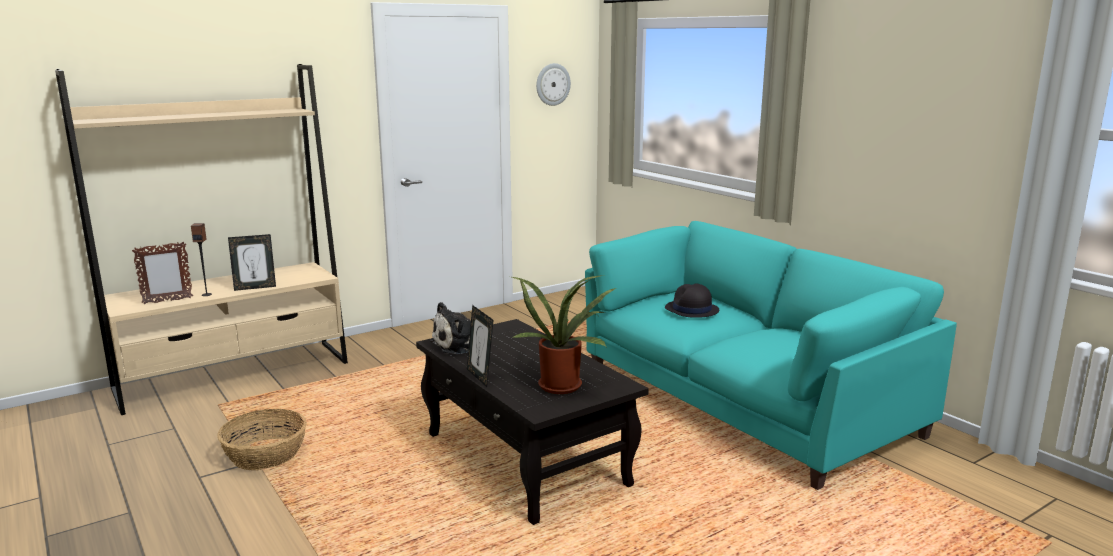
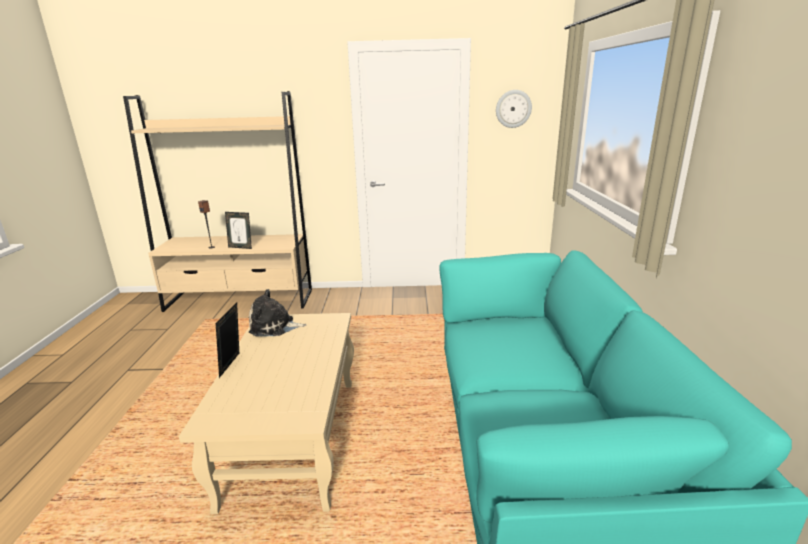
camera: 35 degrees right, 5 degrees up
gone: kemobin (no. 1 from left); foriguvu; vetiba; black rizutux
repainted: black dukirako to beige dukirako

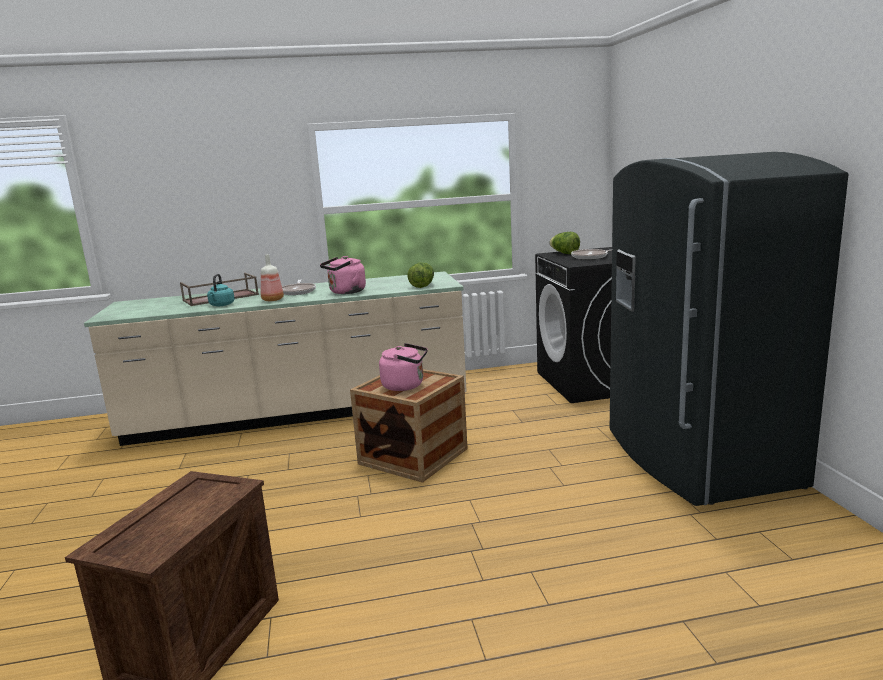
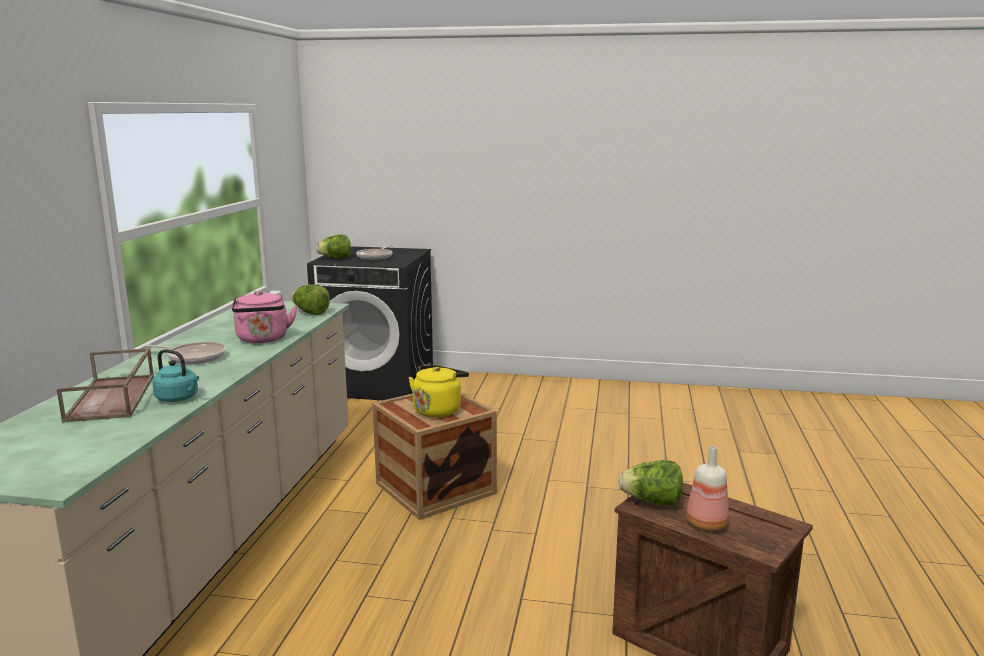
camera: 70 degrees left, 0 degrees up
gone: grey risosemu
new: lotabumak (no. 3 from left)
shifted: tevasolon
repainted: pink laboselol (no. 2 from left) to yellow laboselol

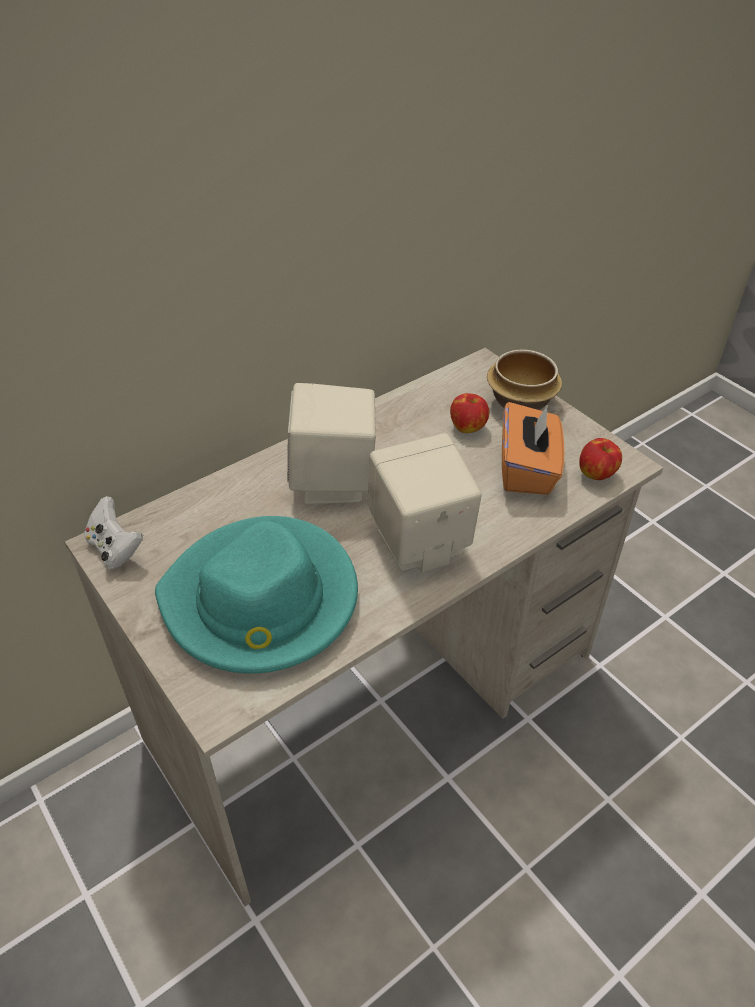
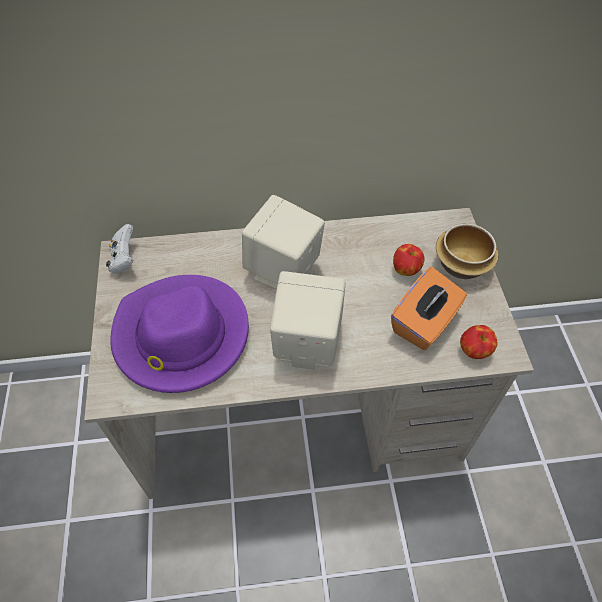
camera: 30 degrees right, 10 degrees up
repainted: turquoise rizutux to purple rizutux

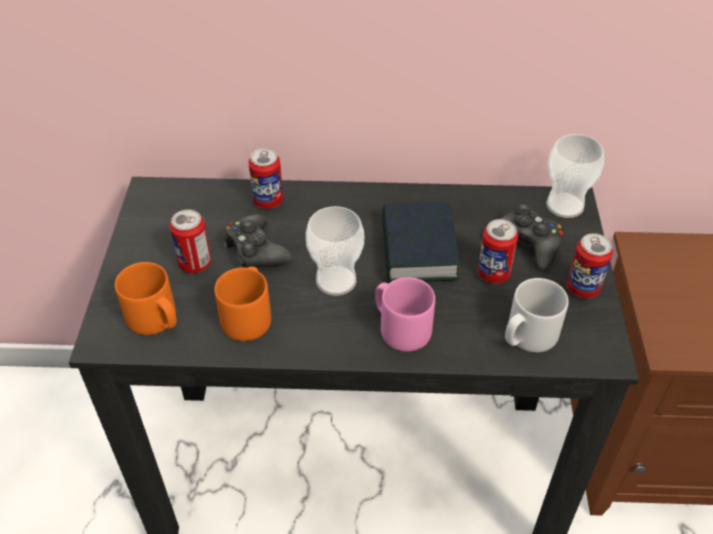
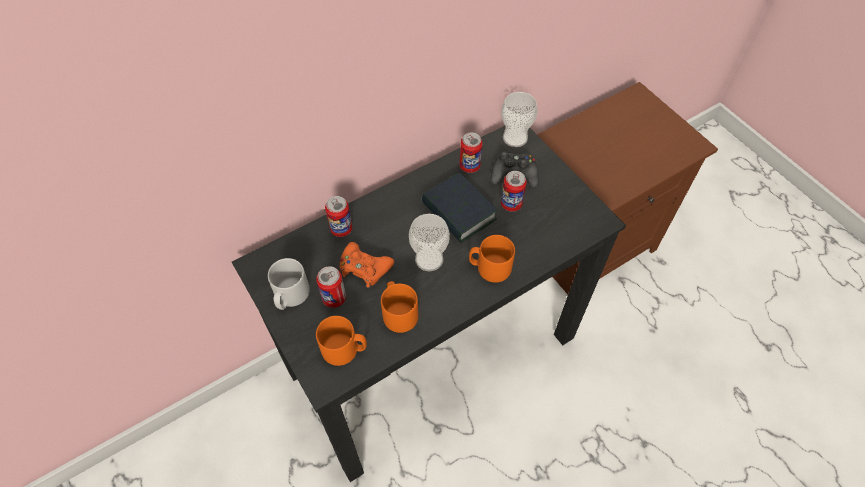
camera: 35 degrees left, 10 degrees up
shifted: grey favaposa; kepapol (no. 4 from left in the first image) to kepapol (no. 3 from left)
repainted: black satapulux (no. 1 from left) to orange satapulux; pink favaposa to orange favaposa (no. 3 from left)

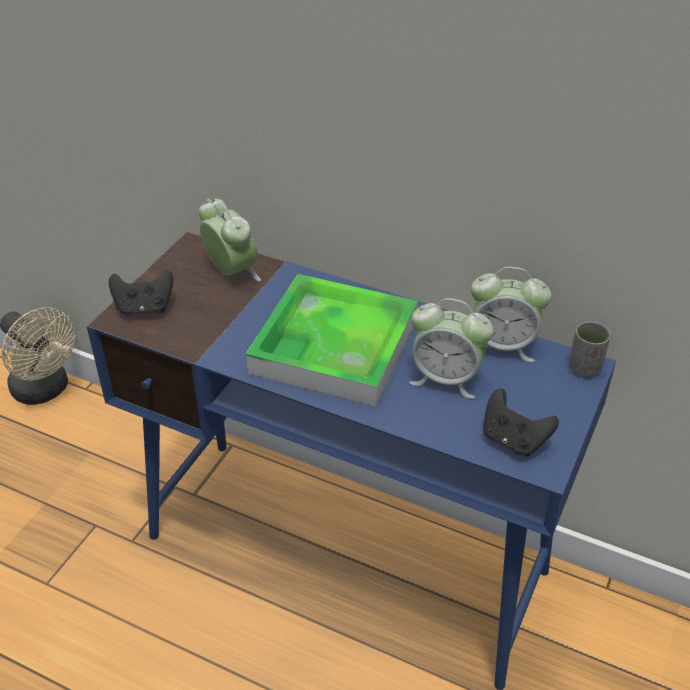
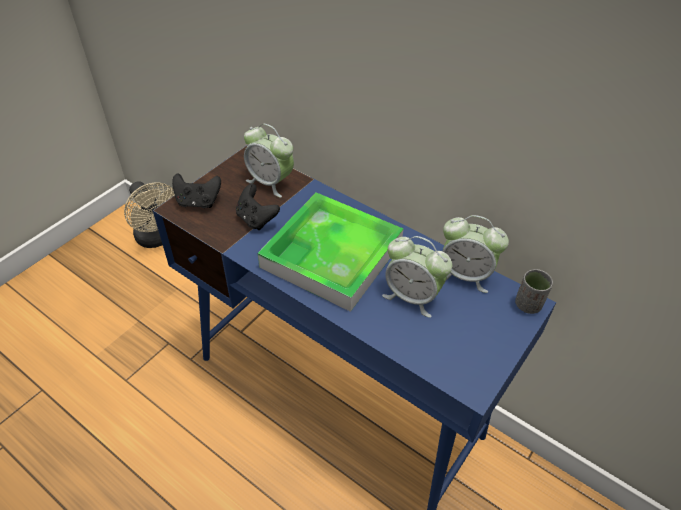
camera: 10 degrees right, 5 degrees up
shifted: black satapulux (no. 2 from left)
rotated: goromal (no. 1 from left) 150 degrees clockwise

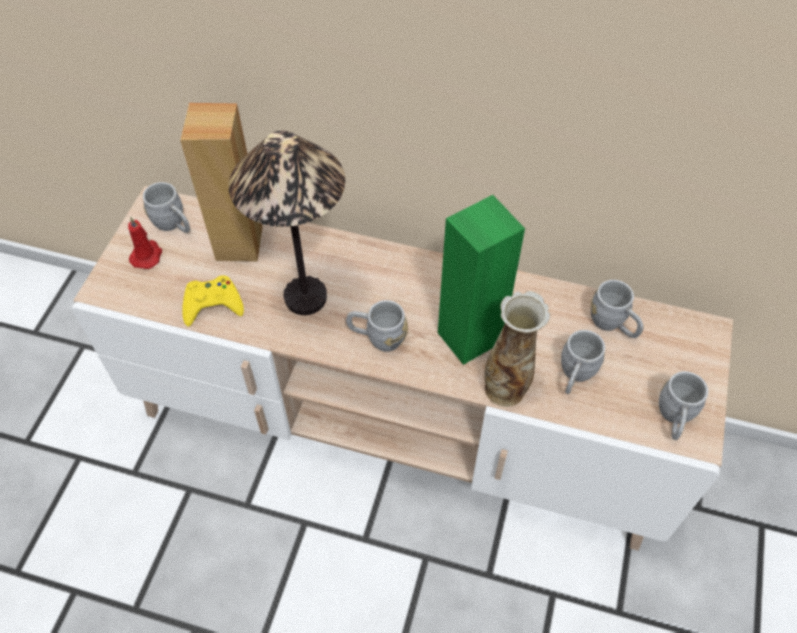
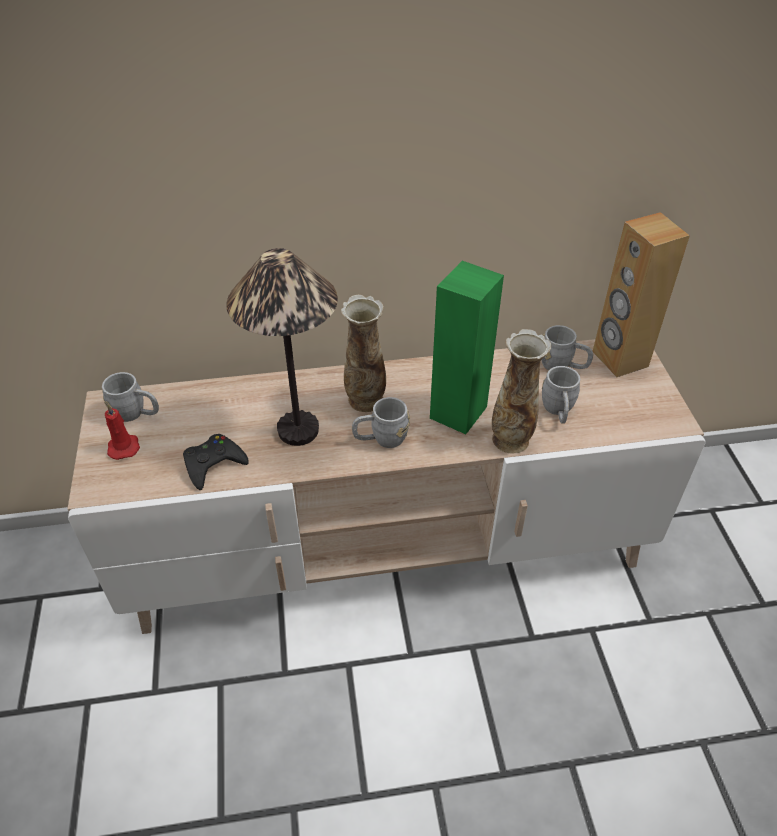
camera: 25 degrees left, 10 degrees down
gone: grey favaposa (no. 5 from left)
new: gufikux (no. 1 from left)
shifted: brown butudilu
repainted: yellow satapulux to black satapulux

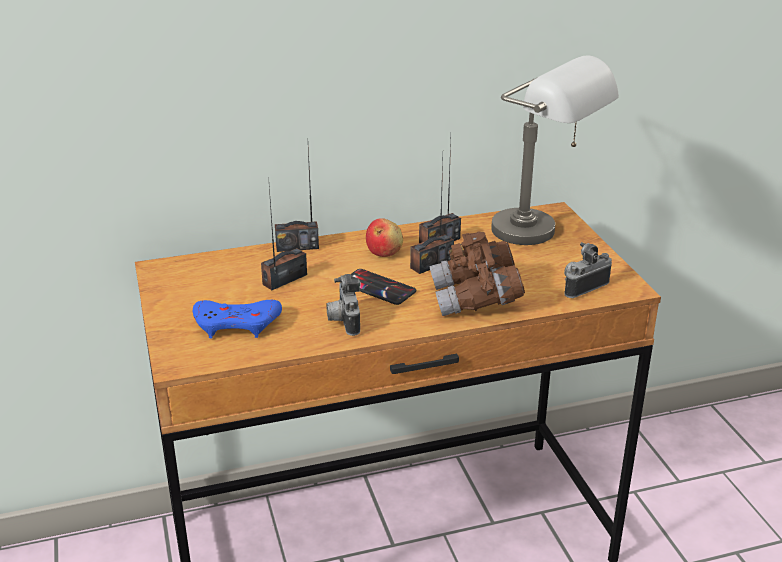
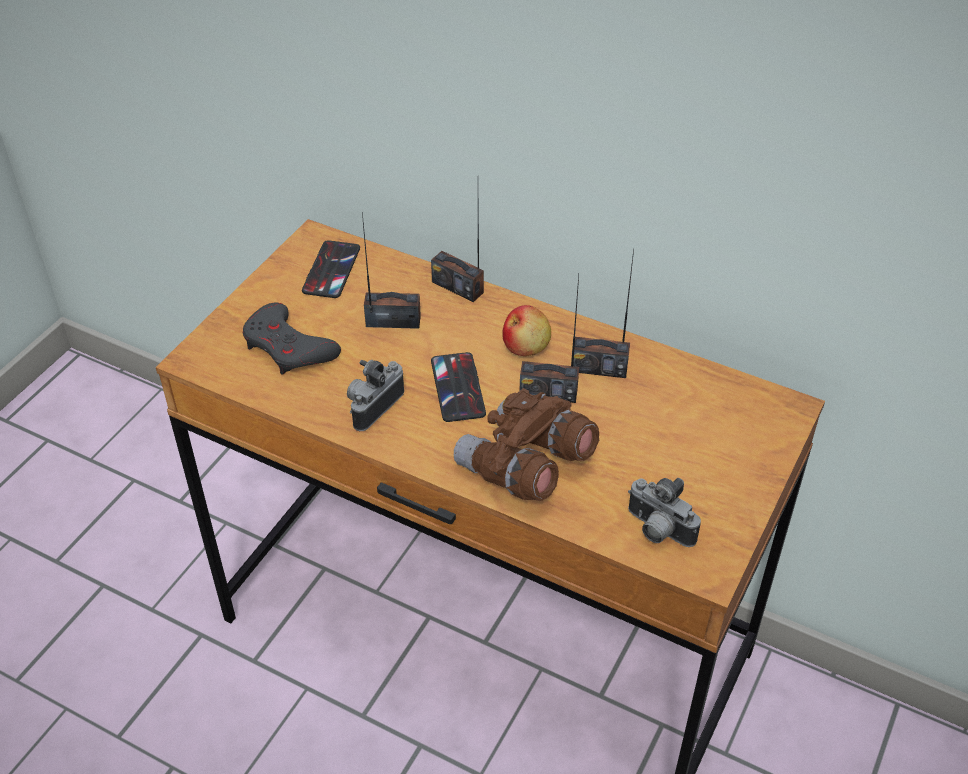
camera: 45 degrees right, 15 degrees up
gone: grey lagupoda
new: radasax (no. 1 from left)
repainted: blue satapulux to grey satapulux
rotated: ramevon (no. 2 from left) 150 degrees counterclockwise

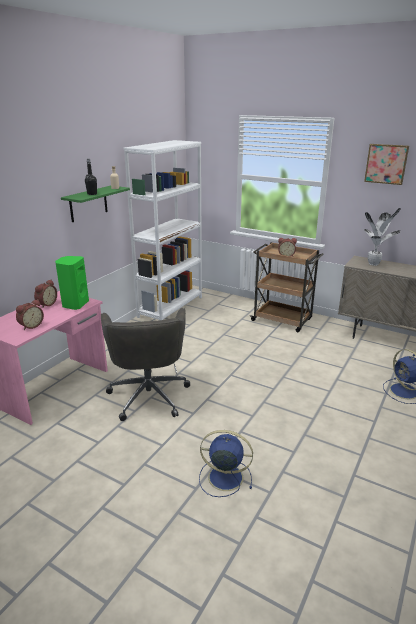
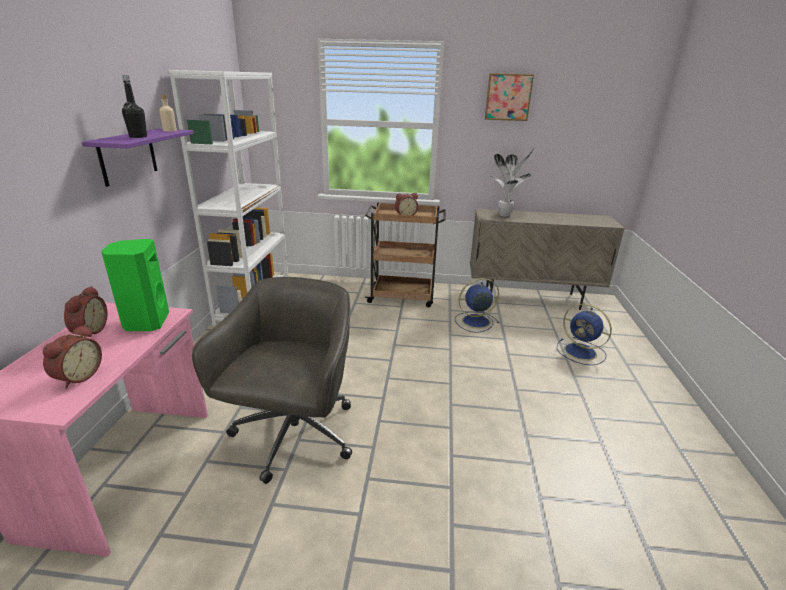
camera: 25 degrees left, 0 degrees up
shifted: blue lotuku (no. 1 from left)
repainted: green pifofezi to purple pifofezi
rotated: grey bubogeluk 135 degrees counterclockwise

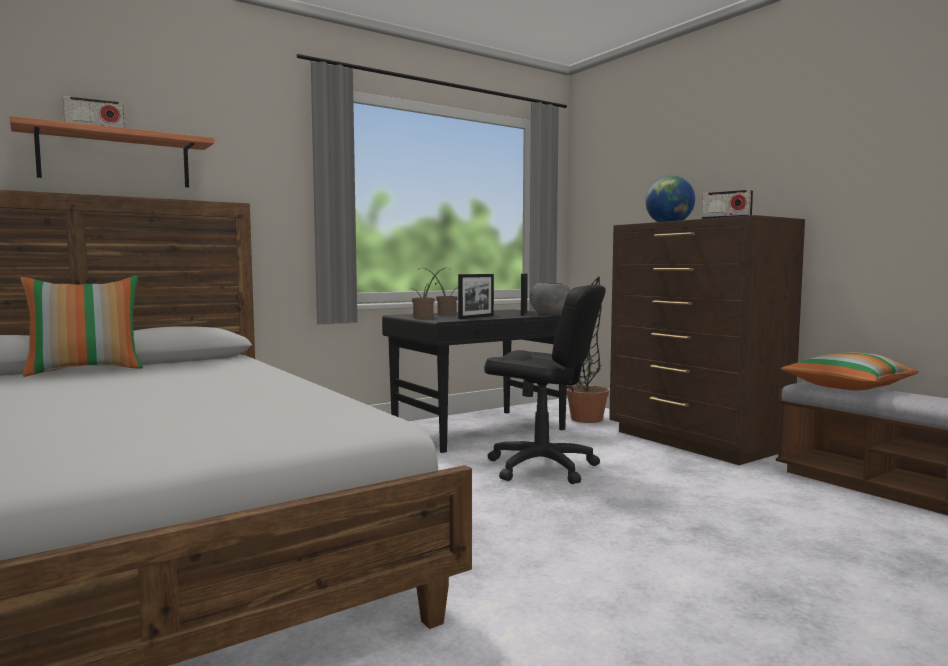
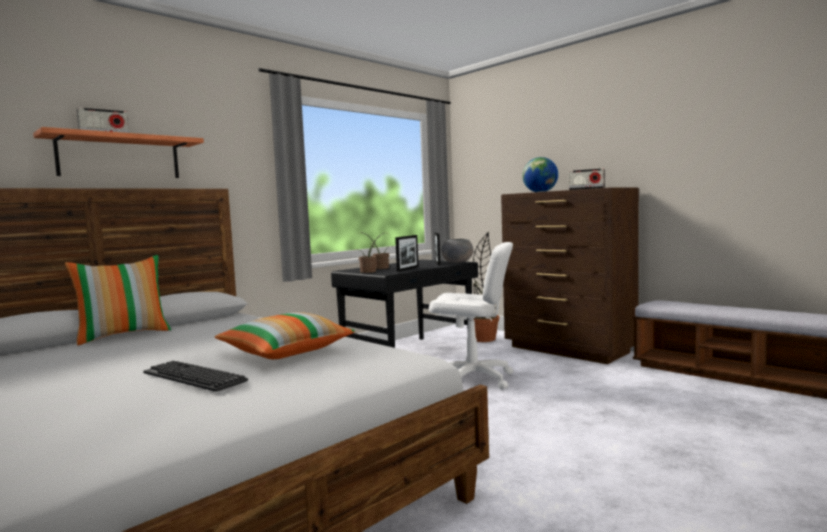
camera: 10 degrees left, 0 degrees up
new: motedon
shifted: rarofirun (no. 2 from left)
repainted: black bubogeluk to white bubogeluk

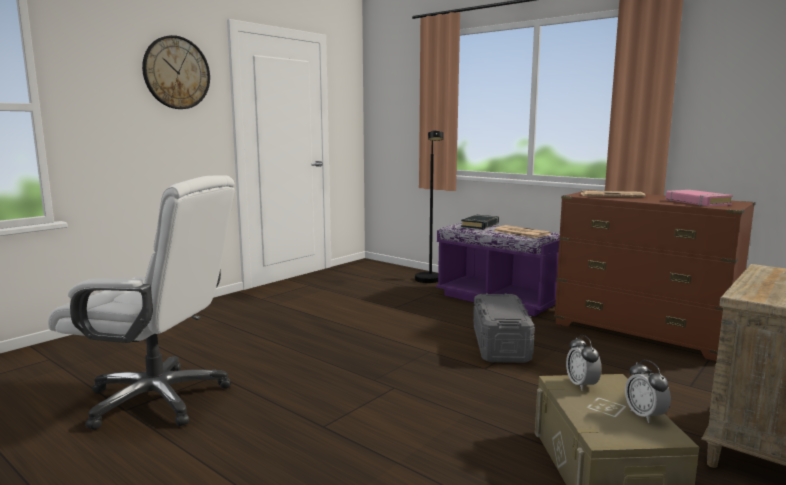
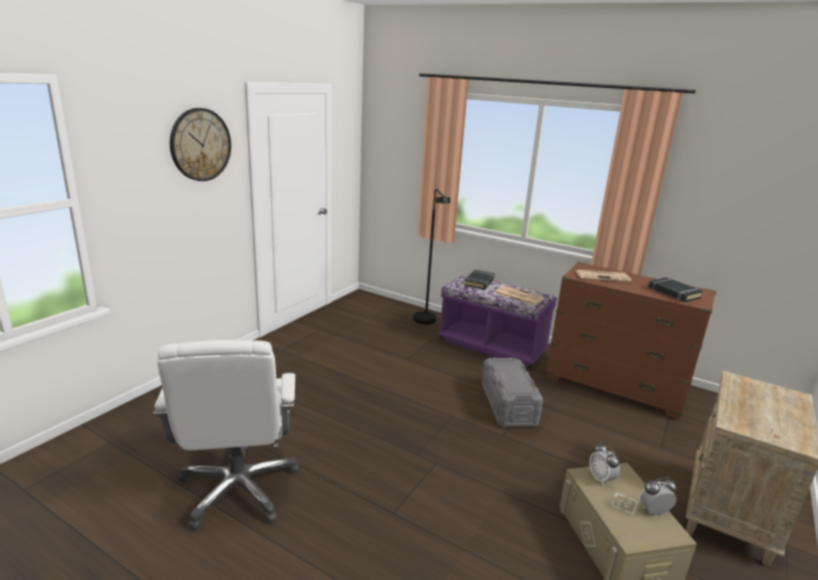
camera: 10 degrees left, 10 degrees up
repainted: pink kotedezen to black kotedezen (no. 2 from left)
rotated: white bubogeluk 75 degrees clockwise; goromal (no. 2 from left) 105 degrees clockwise

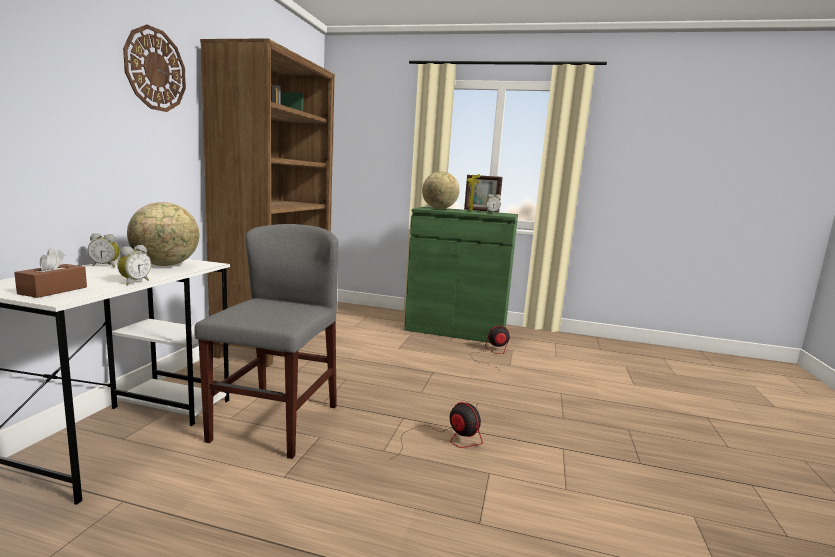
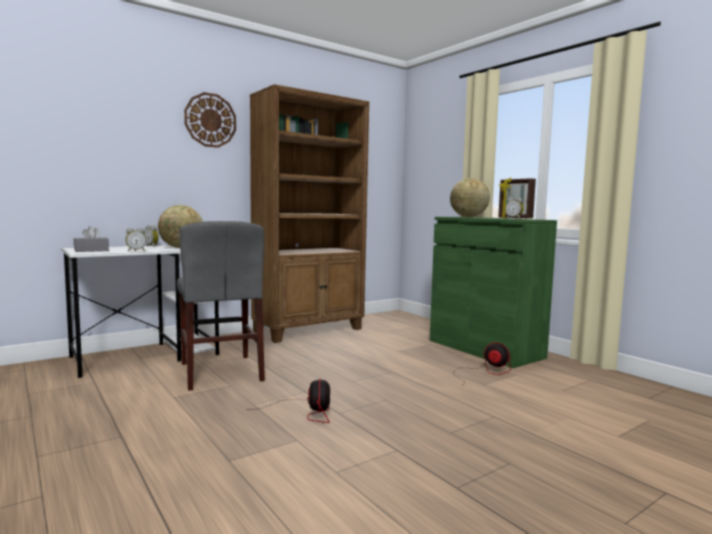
camera: 40 degrees right, 5 degrees down
repainted: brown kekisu to grey kekisu
rotated: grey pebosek 105 degrees clockwise

